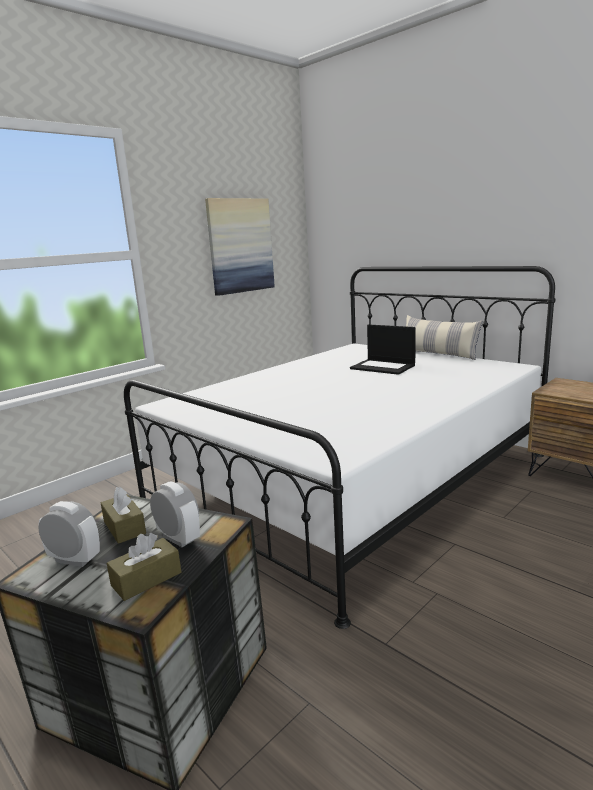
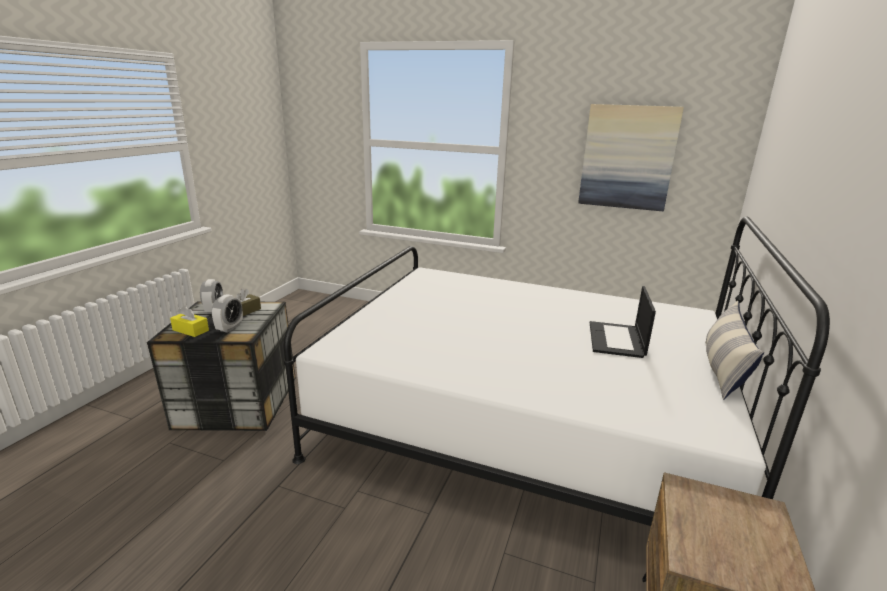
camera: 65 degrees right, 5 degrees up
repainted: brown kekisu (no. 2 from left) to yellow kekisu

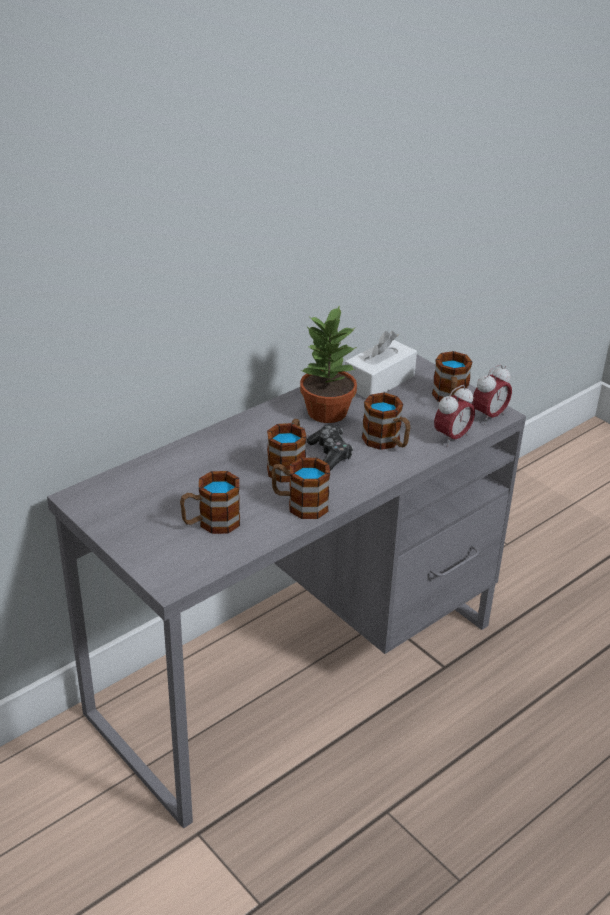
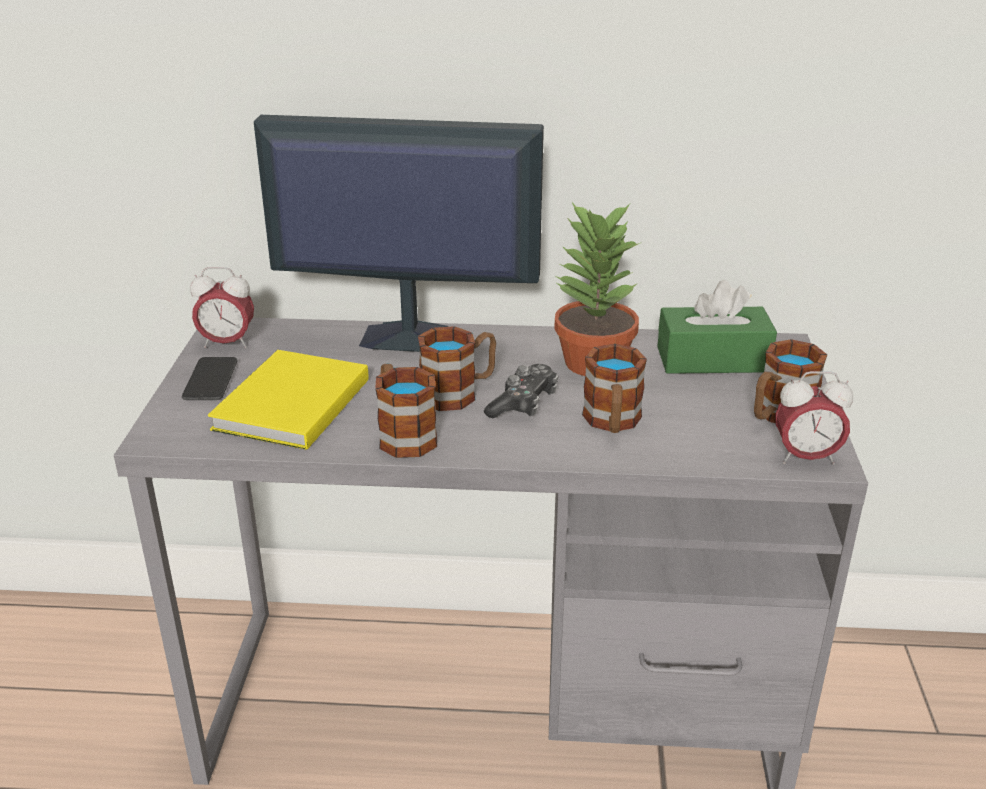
camera: 45 degrees right, 5 degrees down
new: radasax; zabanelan
shifted: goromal (no. 1 from left)
swapped: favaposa (no. 1 from left) to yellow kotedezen
repainted: white kekisu to green kekisu

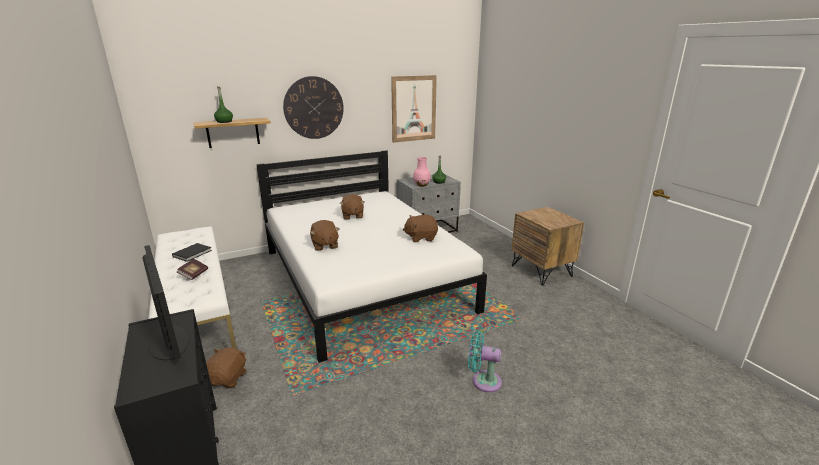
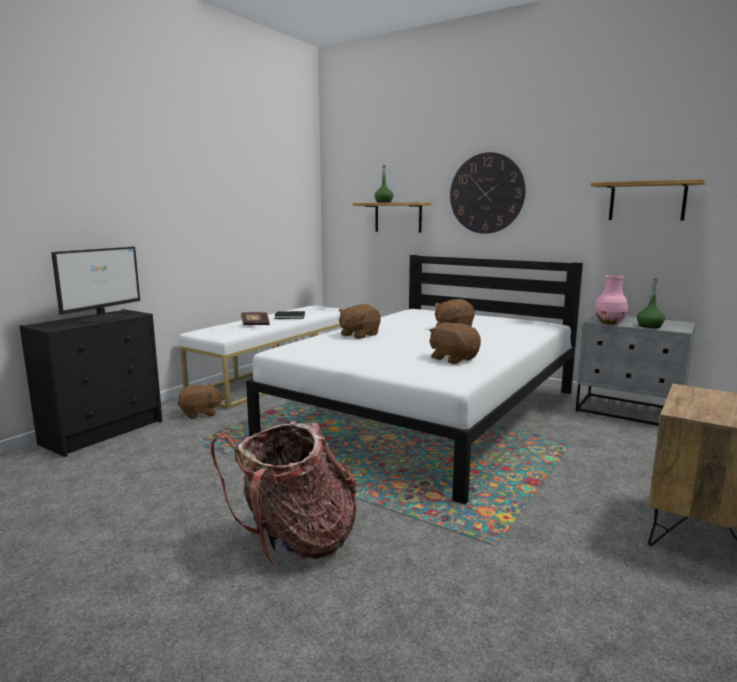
camera: 60 degrees right, 10 degrees down
swapped: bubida to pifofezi (no. 2 from left); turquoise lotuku to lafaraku

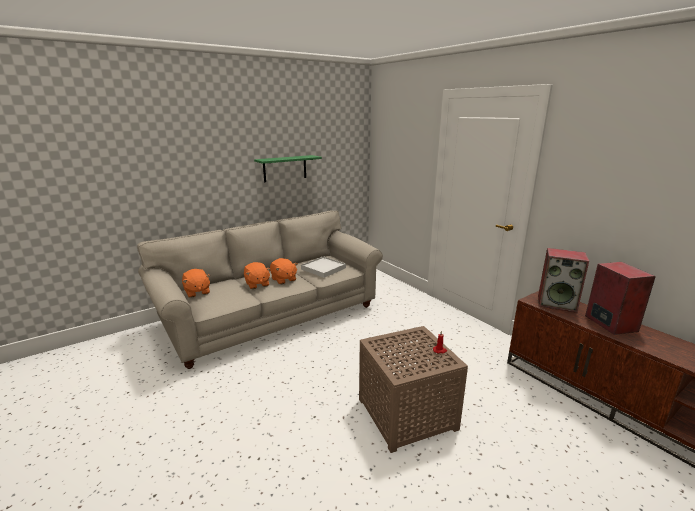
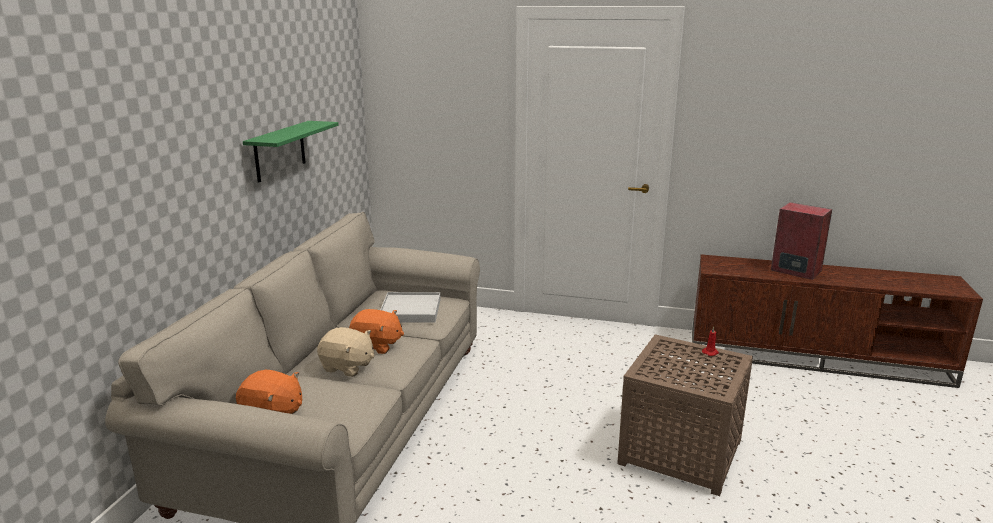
camera: 40 degrees left, 0 degrees up
gone: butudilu (no. 1 from left)
repainted: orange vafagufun (no. 2 from left) to beige vafagufun

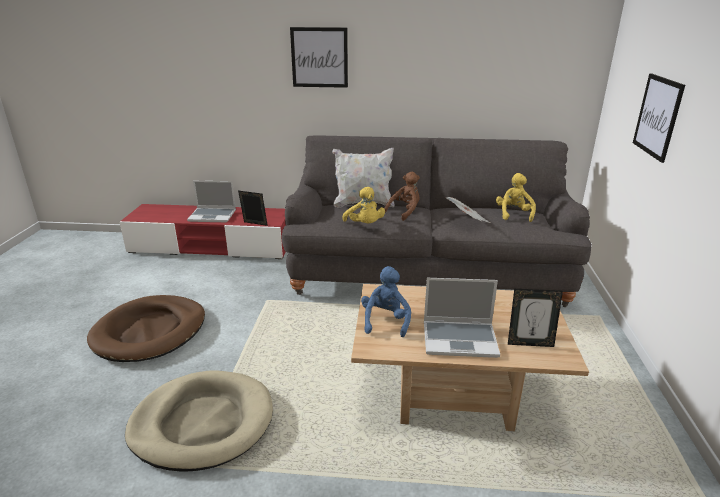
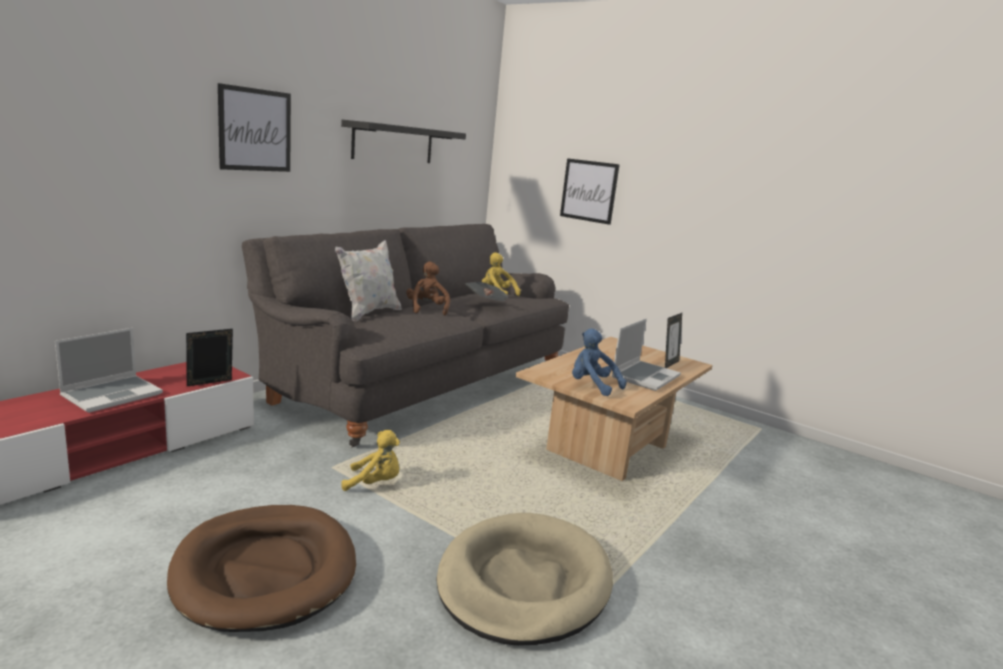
camera: 60 degrees left, 10 degrees down
new: black pifofezi
shifted: yellow vafagufun (no. 1 from left)

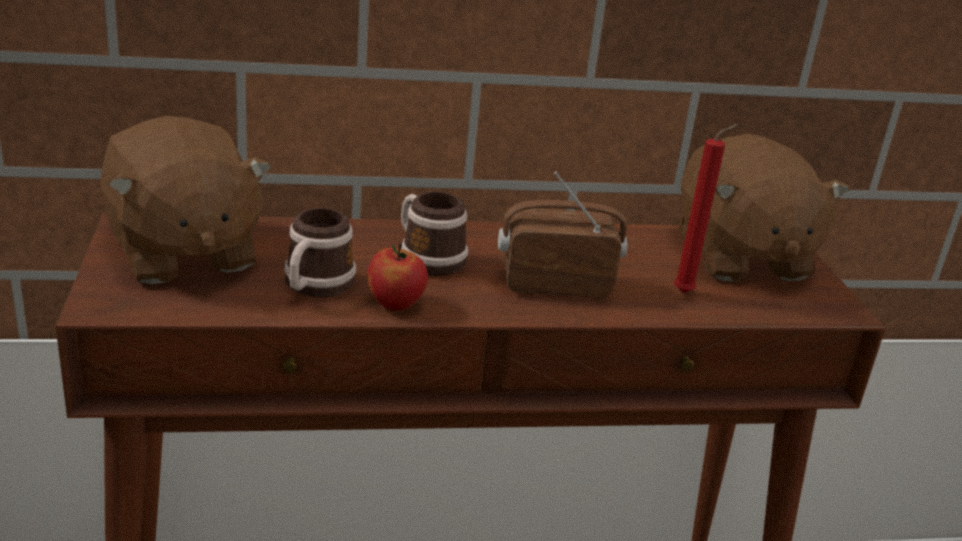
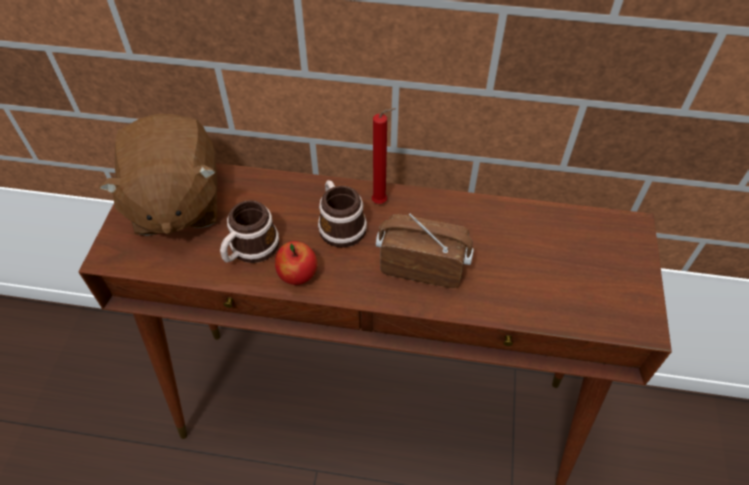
camera: 20 degrees right, 25 degrees up
gone: brown vafagufun (no. 2 from left)
shifted: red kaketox

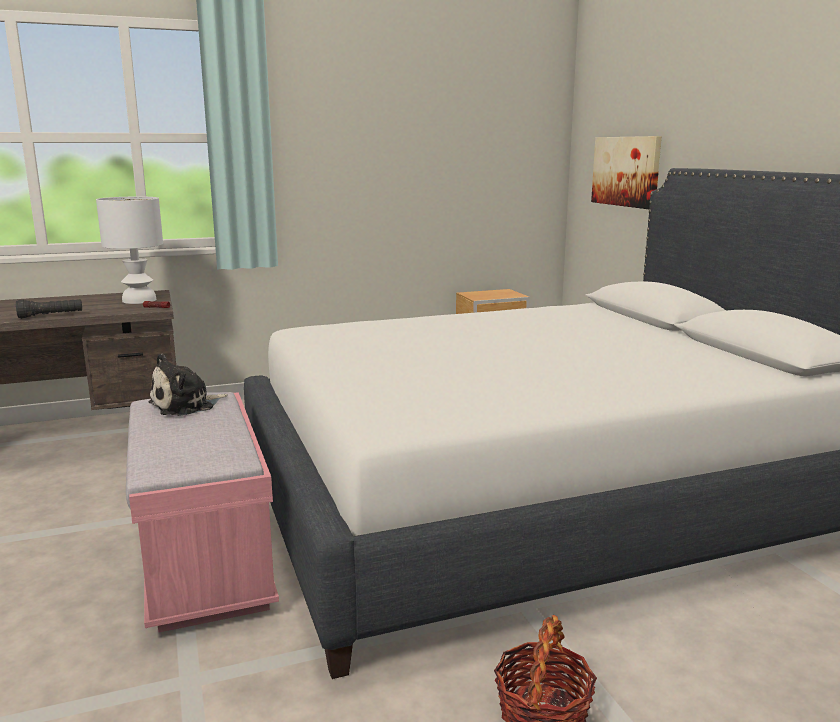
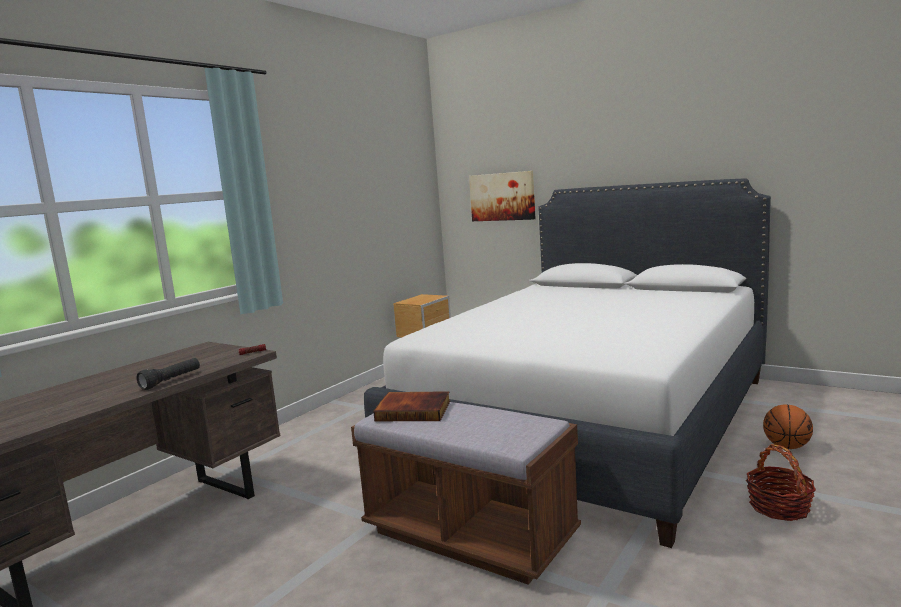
camera: 35 degrees left, 5 degrees down
gone: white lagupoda
new: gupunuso
swapped: vafagufun to kotedezen
repainted: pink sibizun to brown sibizun

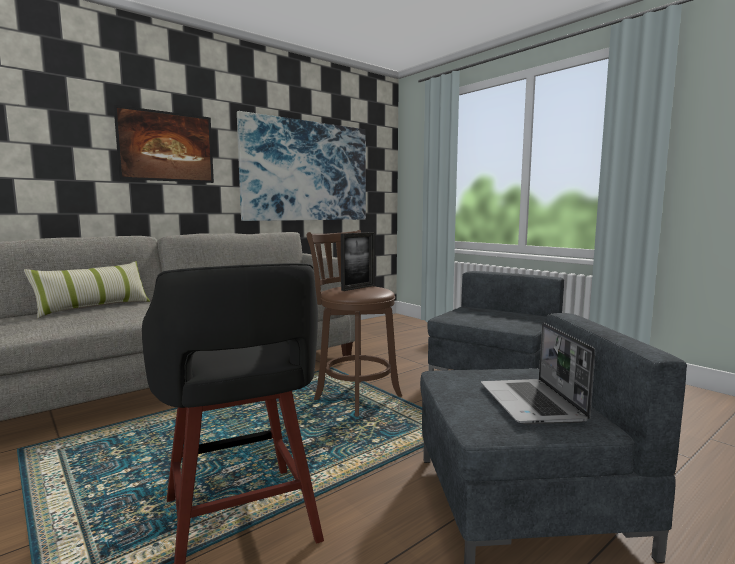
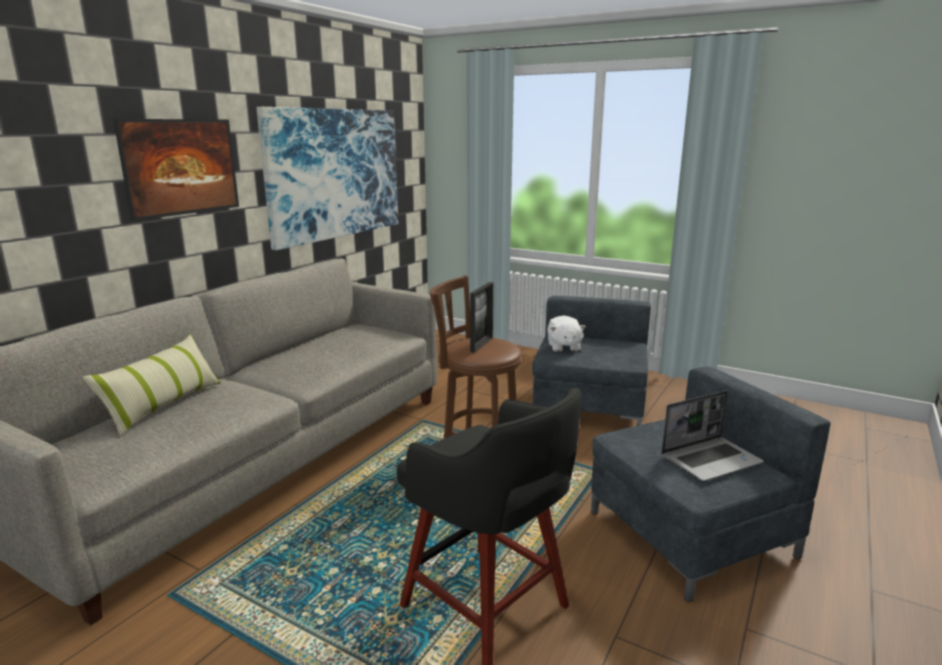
camera: 20 degrees left, 10 degrees up
new: white vafagufun
rotated: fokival 90 degrees counterclockwise

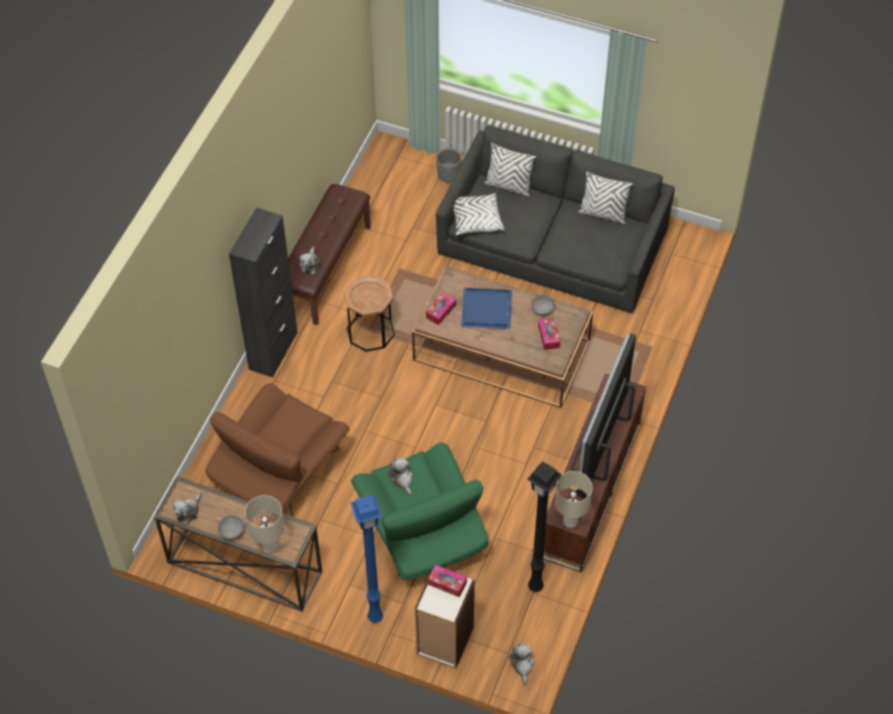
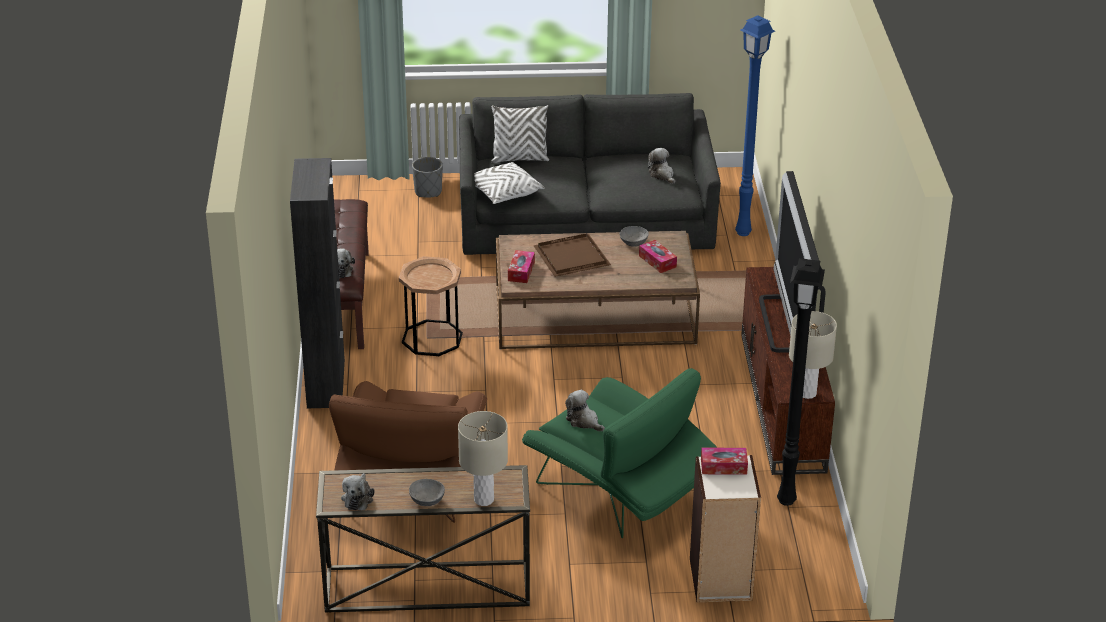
camera: 25 degrees left, 20 degrees down
gone: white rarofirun (no. 3 from left)
shifted: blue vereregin; vafagufun (no. 4 from left)
repainted: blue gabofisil to brown gabofisil

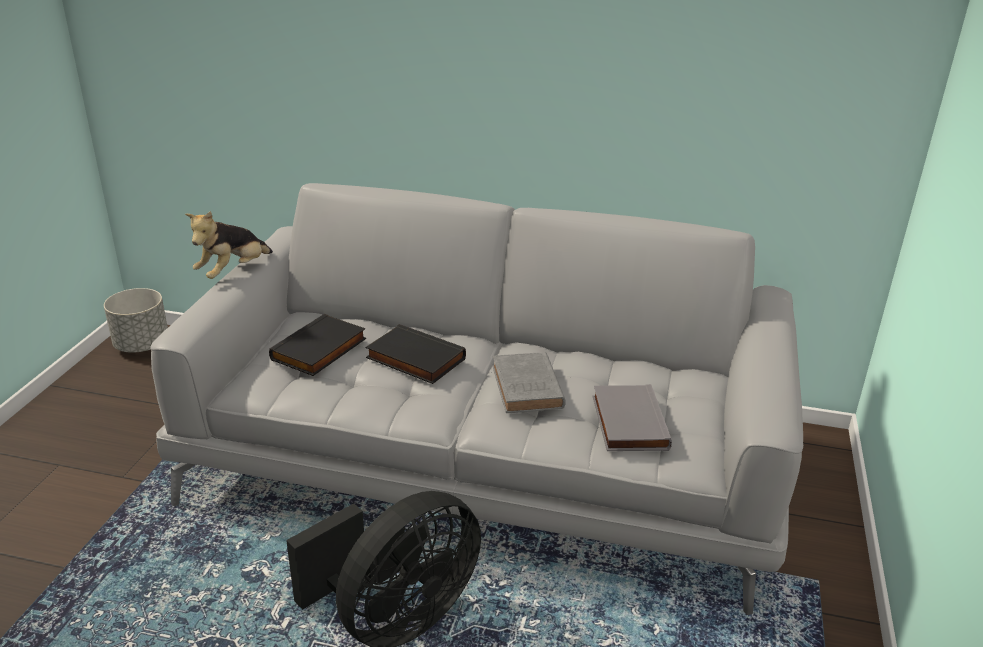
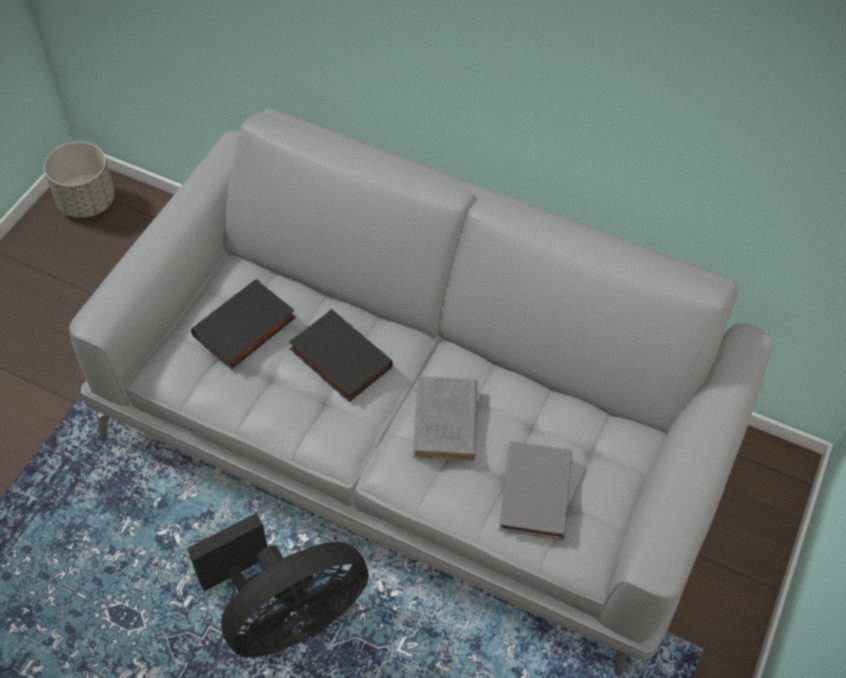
camera: 10 degrees right, 25 degrees up
gone: vafagufun

